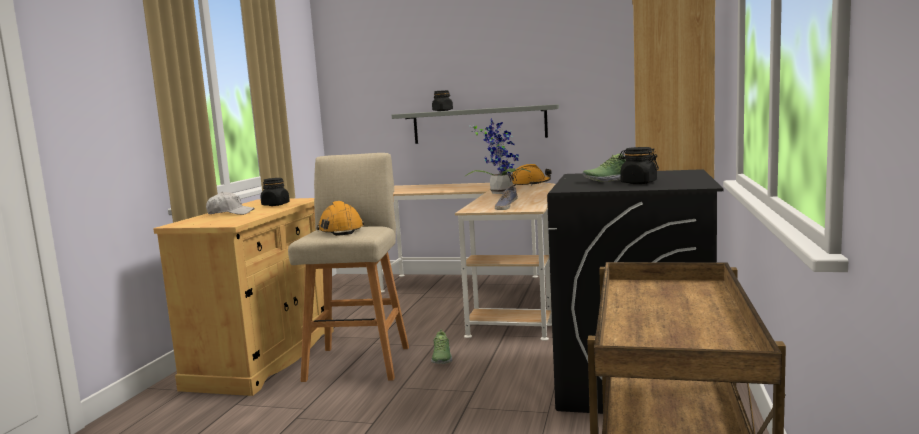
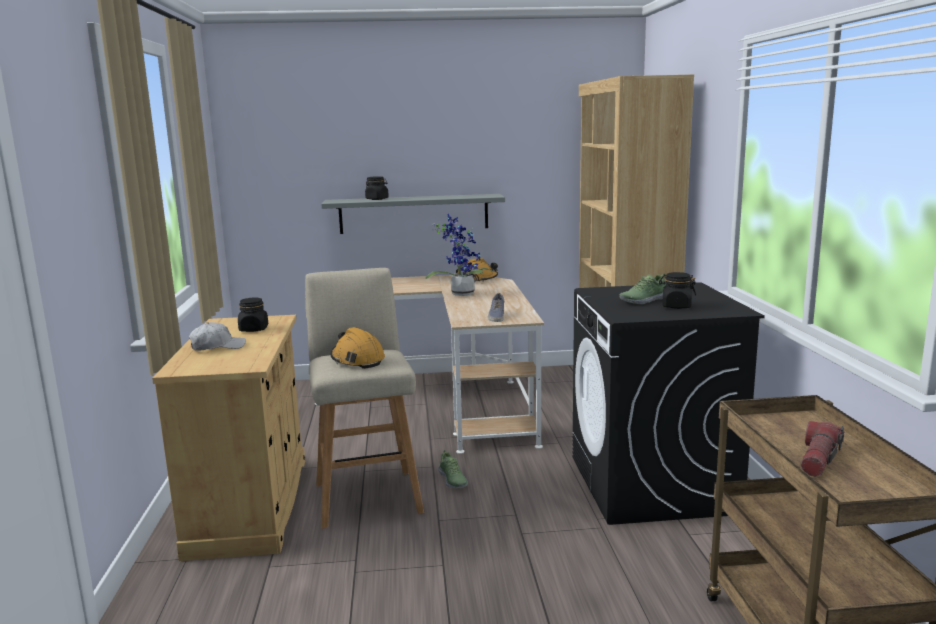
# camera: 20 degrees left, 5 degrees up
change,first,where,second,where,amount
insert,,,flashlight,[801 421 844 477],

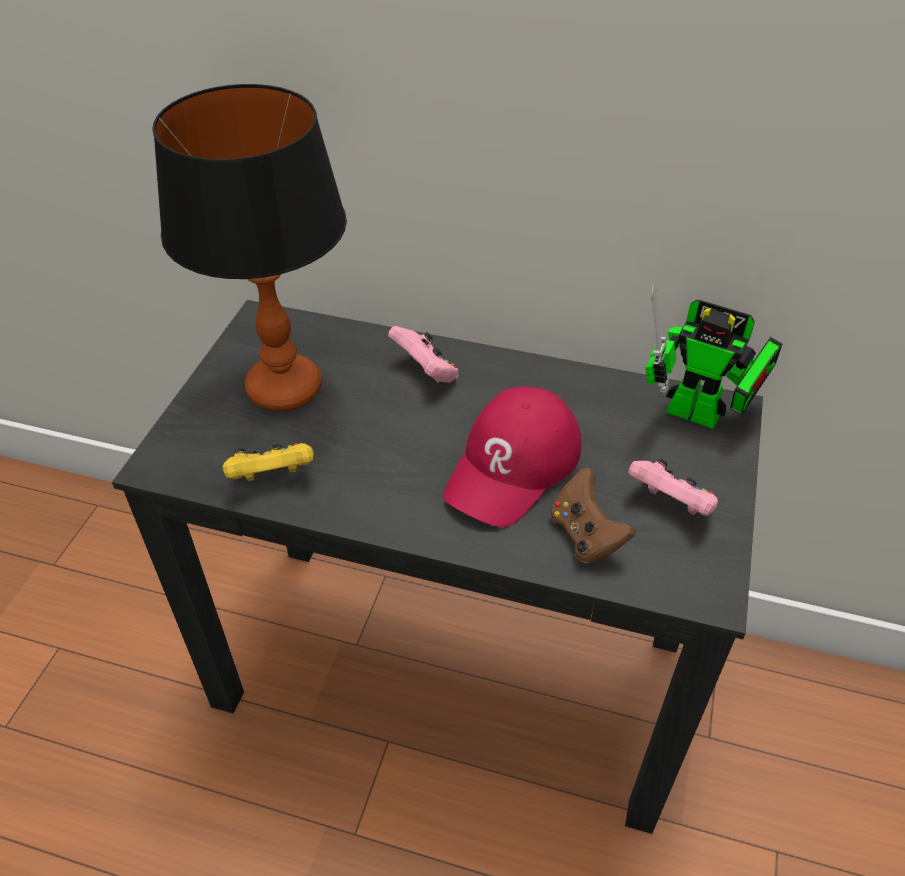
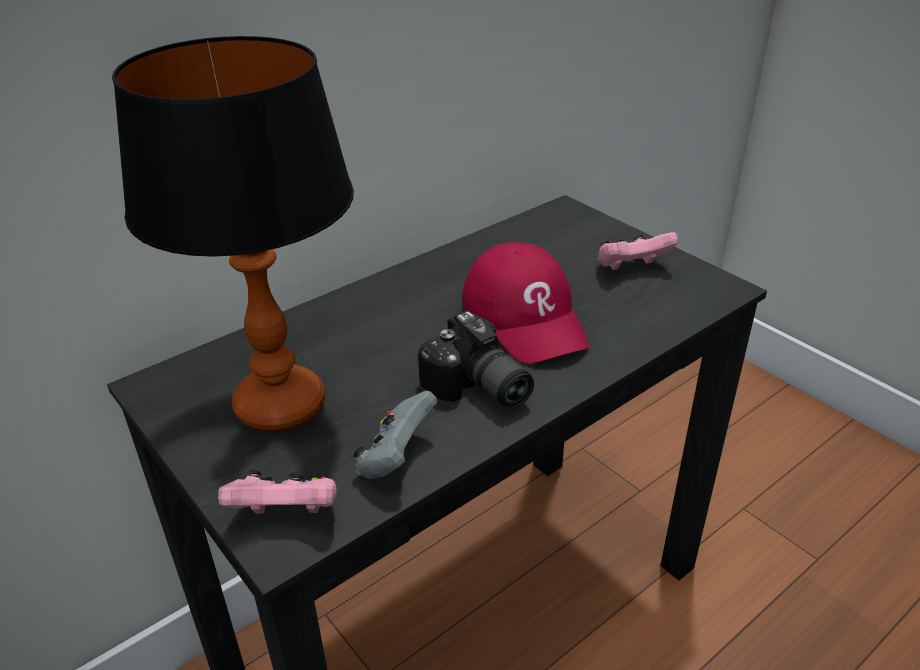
# camera: 55 degrees left, 10 degrees down
change,first,where,second,where,amount
delete,gamepad (brown),[551 468 635 564],,,
delete,toy robot,[646 285 783 429],,,
insert,,,still camera,[418 310 534 409],
move,gamepad (pink),[388 326 459 383],,[218 470 337 514],
recolor,gamepad (yellow-coloured),[222 443 314 481],gamepad (greyish),[353 391 438 479],

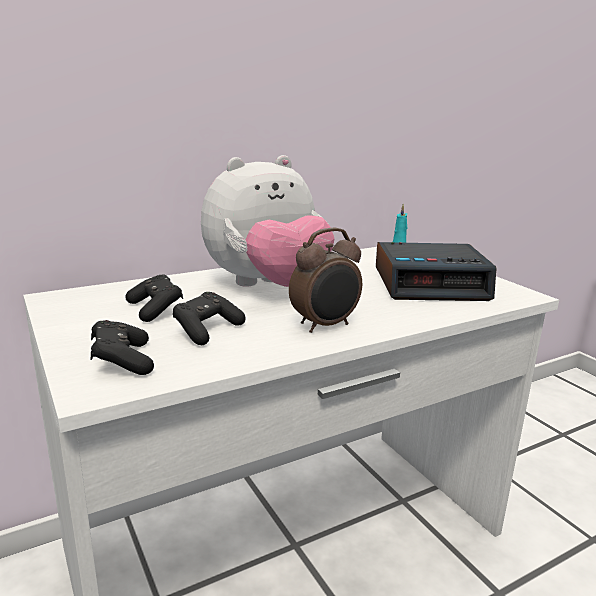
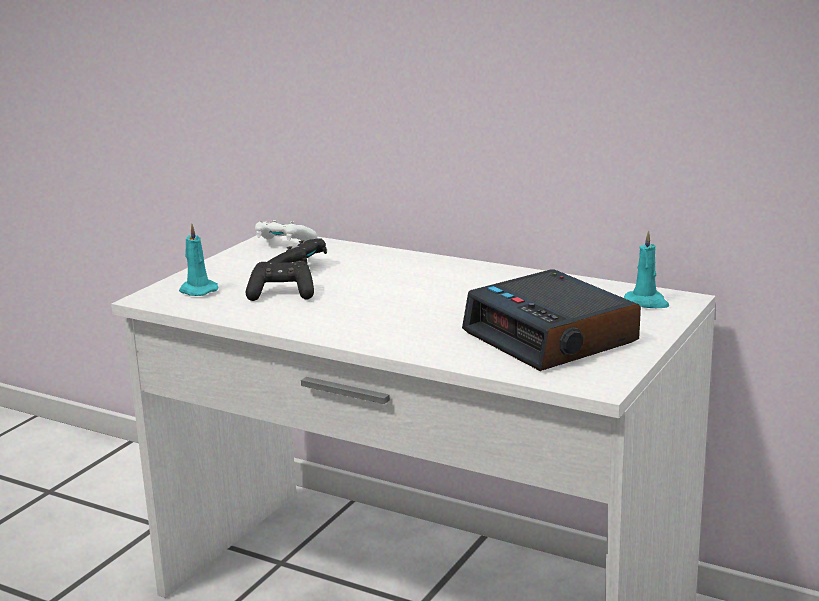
# camera: 60 degrees right, 0 degrees up
change,first,where,second,where,amount
delete,cuddly toy,[201 155 335 287],,,
delete,alarm clock,[289 228 362 333],,,
insert,,,gamepad (whitish),[255 220 317 242],
replace,gamepad (black-coloured),[90 320 154 375],wax light (turquoise),[179 223 218 296],

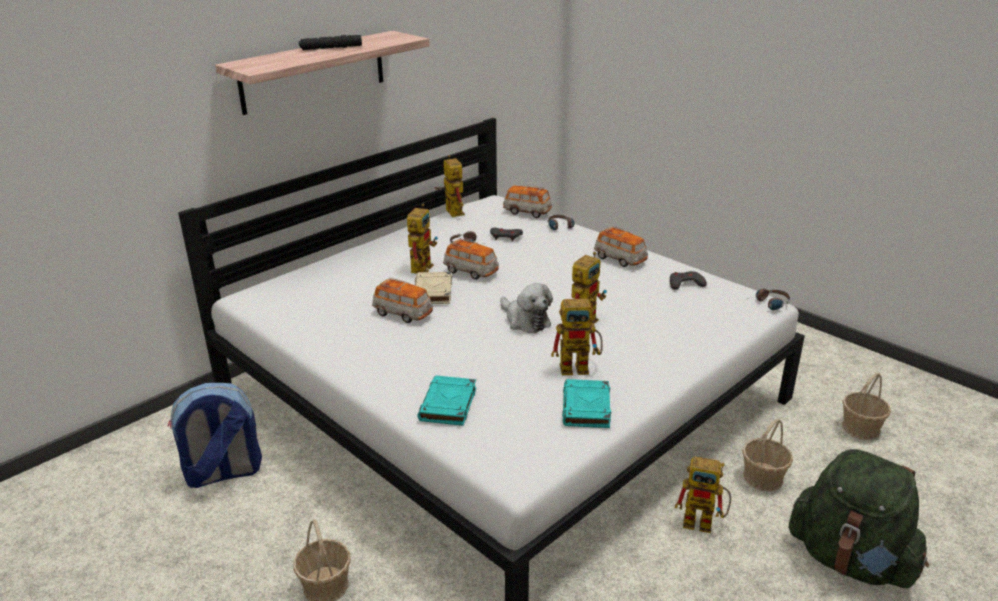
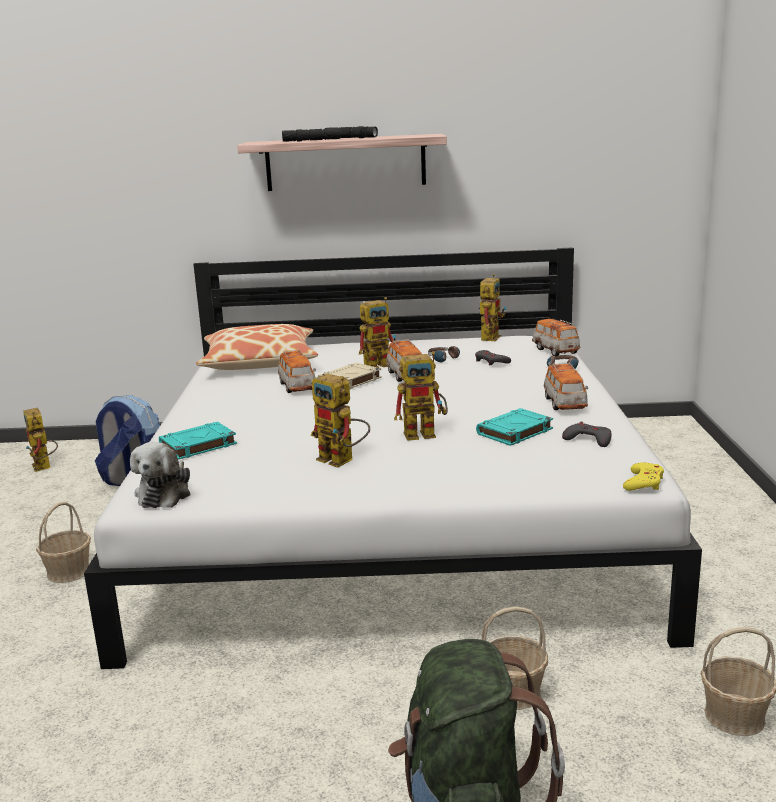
# camera: 45 degrees right, 10 degrees down
change,first,where,second,where,amount
insert,,,cushion,[196 324 318 370],
insert,,,flashlight (black-coloured),[282 128 343 142],
move,cuddly toy,[500 283 553 333],,[130 442 190 508],
move,book (turquoise),[562 379 611 428],,[476 408 553 446],
move,toy robot,[675 456 731 533],,[23 408 58 472],
replace,headphones,[747 289 790 310],gamepad (yellow-coloured),[623 462 664 491],

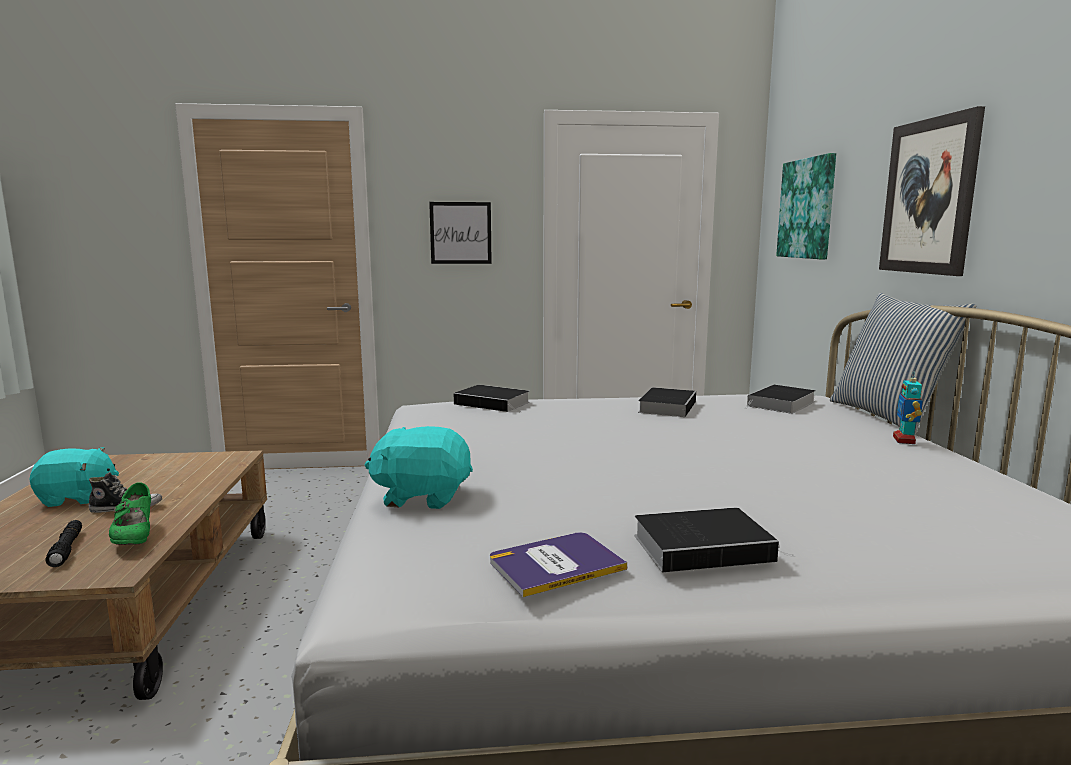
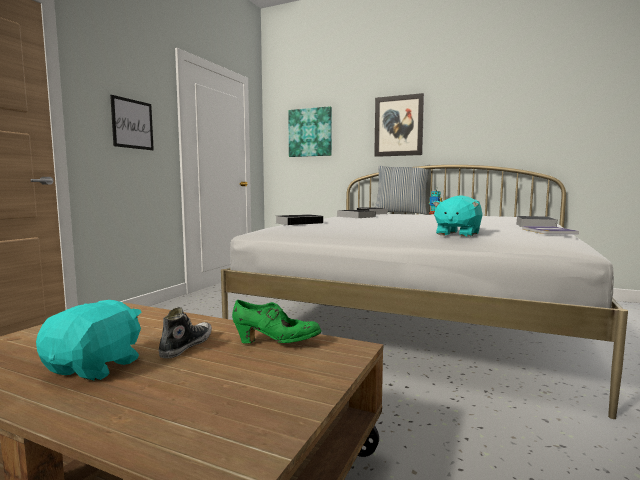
# camera: 60 degrees left, 5 degrees down
change,first,where,second,where,amount
delete,flashlight (black-coloured),[45 520 82 567],,,

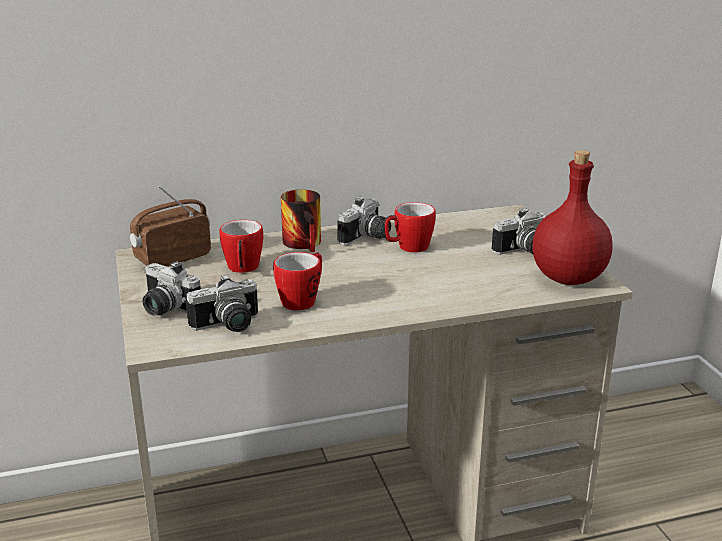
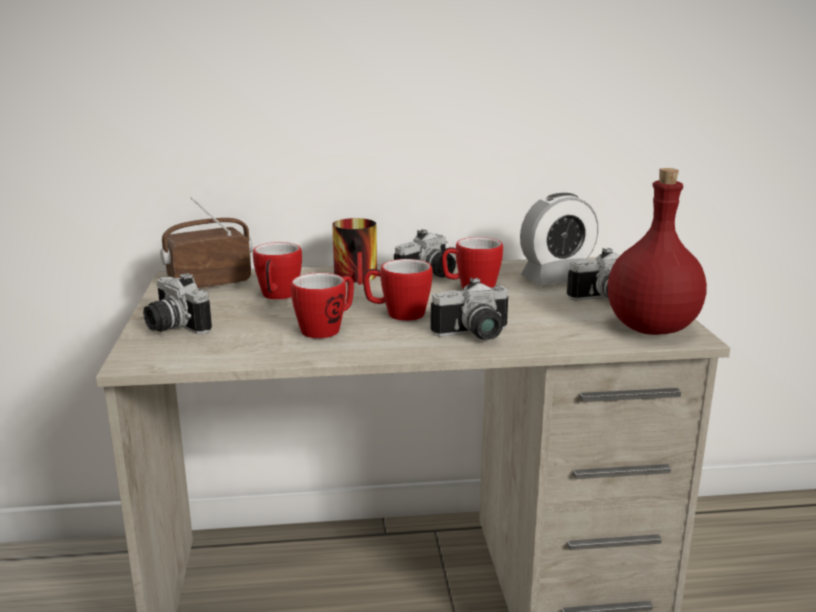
# camera: 10 degrees right, 5 degrees down
change,first,where,second,where,amount
insert,,,coffee mug,[363 259 432 321],
insert,,,alarm clock,[520 193 598 285],
move,still camera,[186 274 258 332],,[430 277 509 340],

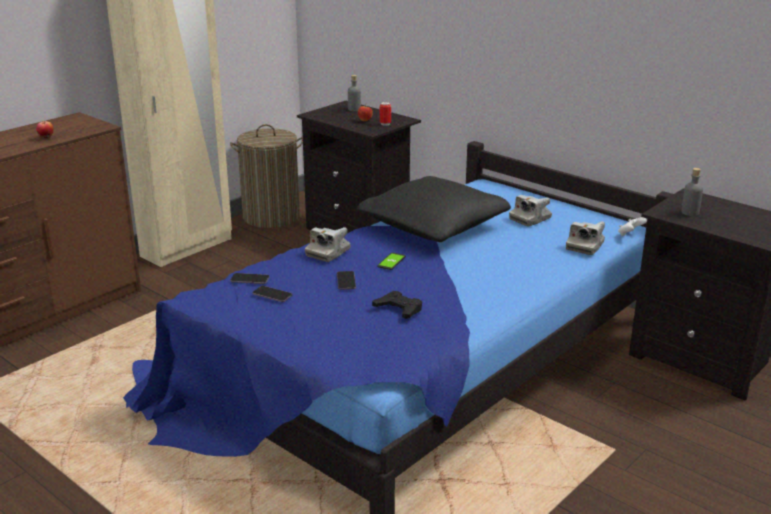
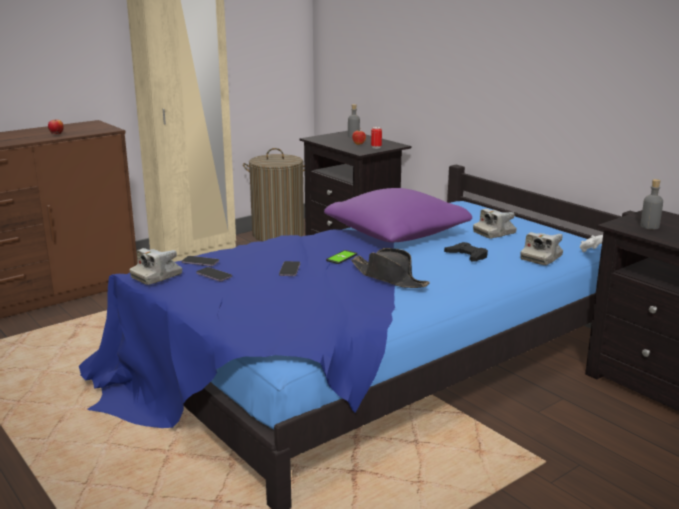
# camera: 10 degrees right, 5 degrees down
change,first,where,second,where,amount
insert,,,clothing hat (black-coloured),[351 248 430 288],
move,still camera,[305 227 351 262],,[129 248 182 285],
move,gamepad (black-coloured),[372 291 422 319],,[444 242 488 262],
recolor,cushion (black-coloured),[357 176 511 242],cushion (purplish),[324 188 472 242],

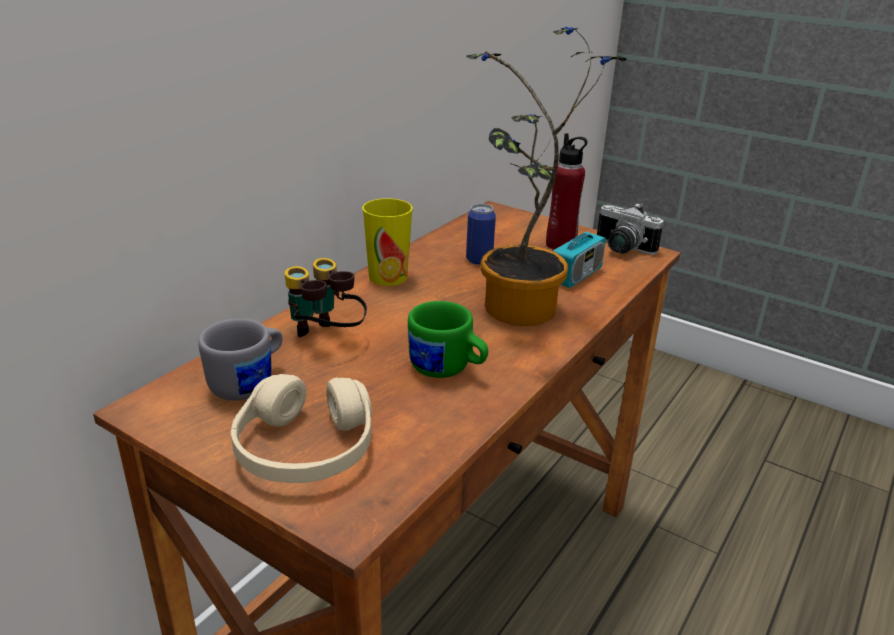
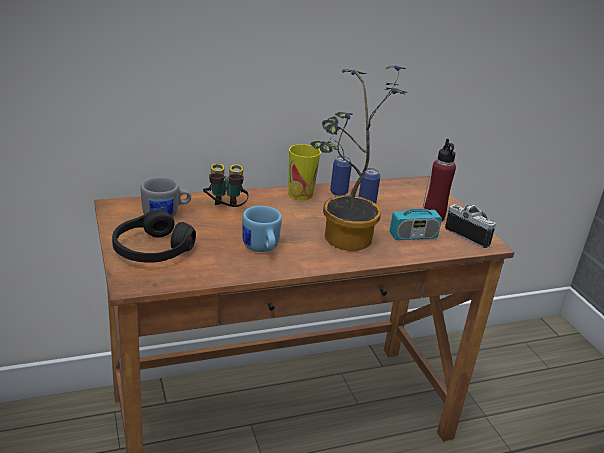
# camera: 35 degrees right, 0 degrees up
change,first,where,second,where,amount
insert,,,sealed can,[330 155 352 196],
recolor,headphones (sand-coloured),[231 374 372 483],headphones (black-coloured),[112 210 196 263],
recolor,coffee mug (greenish),[408 301 488 378],coffee mug (blue-coloured),[242 206 282 252],
rotate,still camera,[597 203 664 255],,[445 204 496 248],150 degrees clockwise

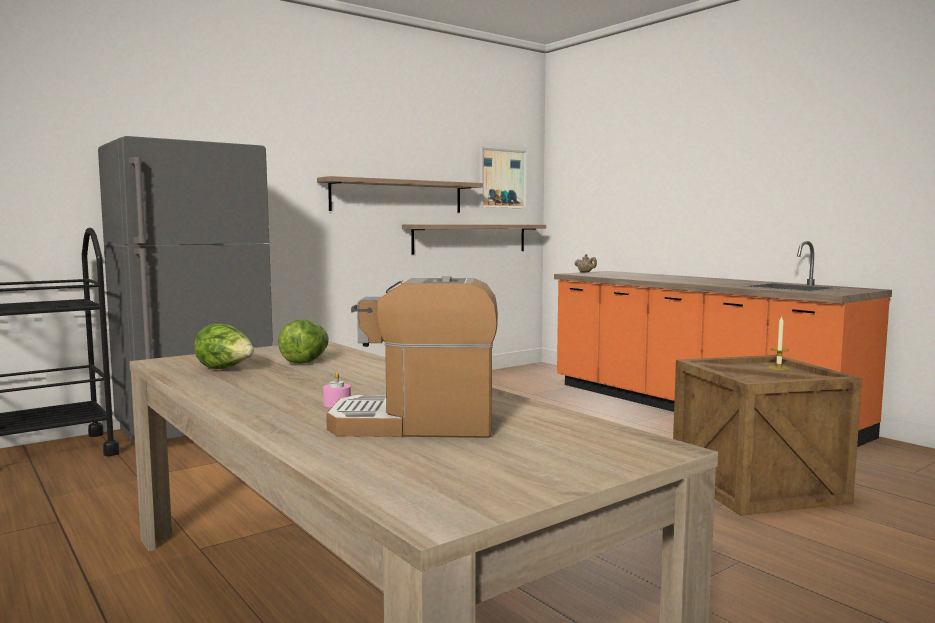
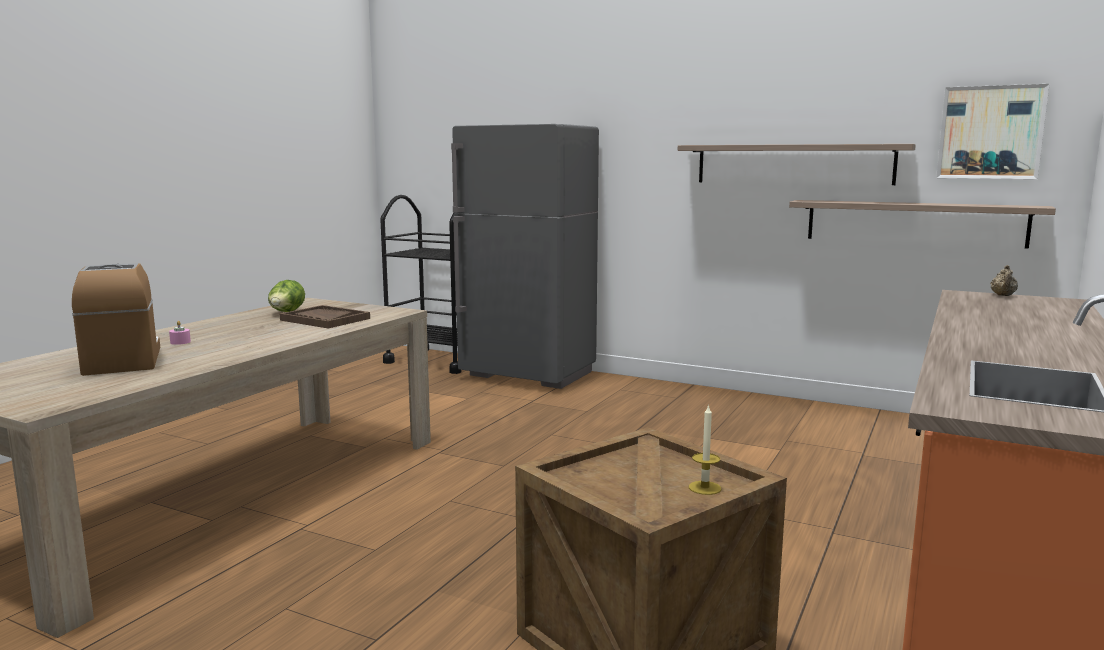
# camera: 65 degrees right, 5 degrees up
change,first,where,second,where,amount
replace,lettuce,[278 320 329 364],serving tray (brown),[280 305 370 328],

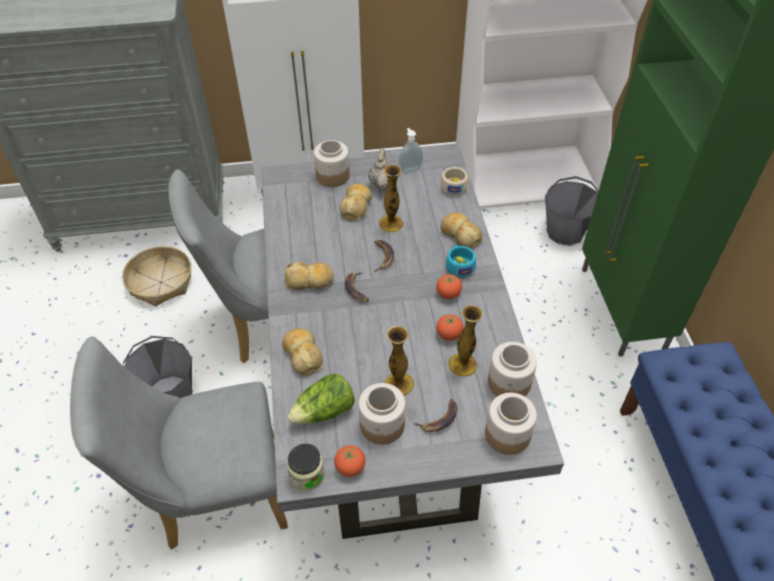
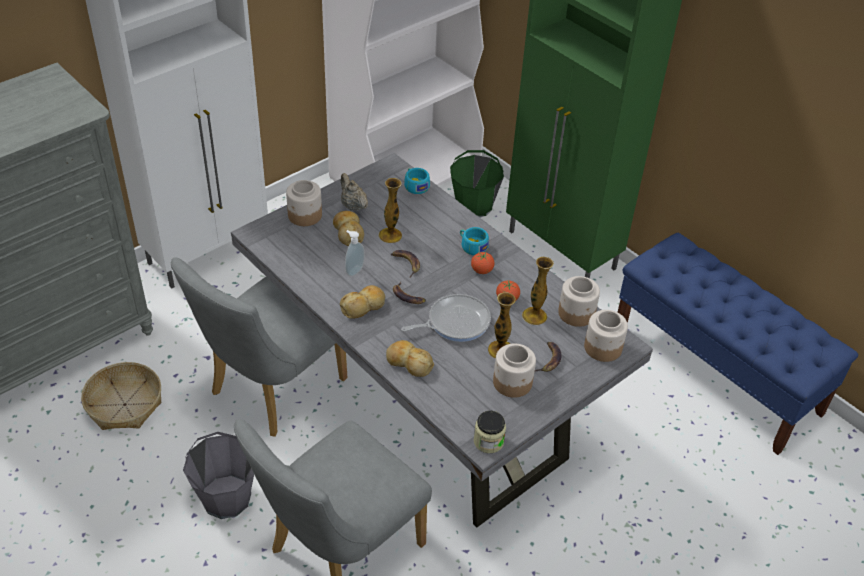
# camera: 35 degrees left, 5 degrees down
change,first,where,second,where,amount
delete,lettuce,[288 374 355 424],,,
delete,whole tomato,[334 445 365 477],,,
delete,bread,[441 213 483 249],,,
insert,,,skillet,[401 294 491 342],
move,liquid soap bottle,[399 128 423 174],,[345 230 365 276],
recolor,drinking cup (sand-coloured),[441 166 468 195],drinking cup (turquoise),[404 168 430 194],
recolor,bucket (greyish),[545 176 599 246],bucket (greenish),[450 150 504 217],

